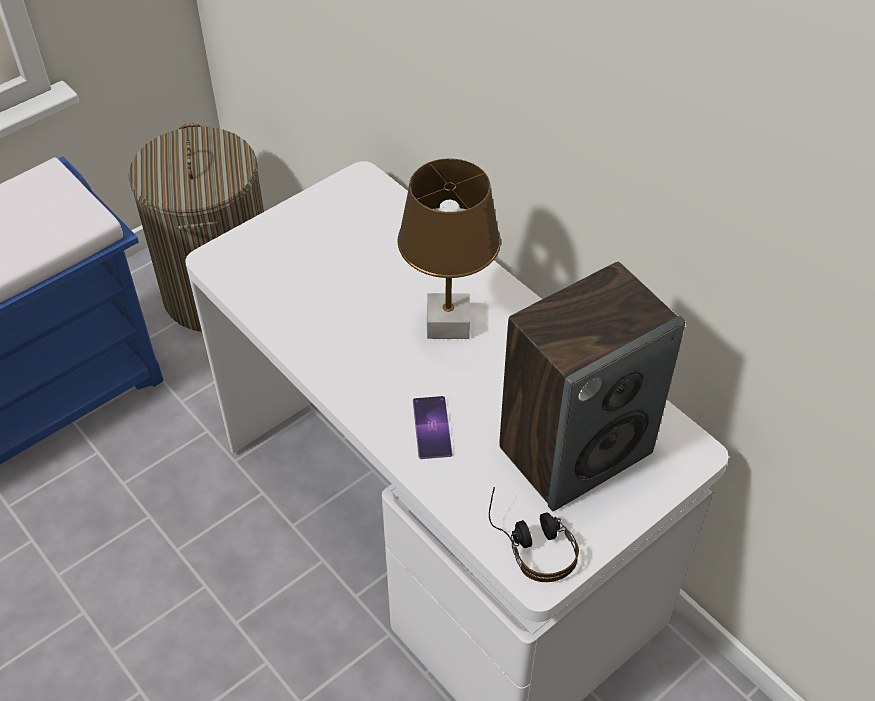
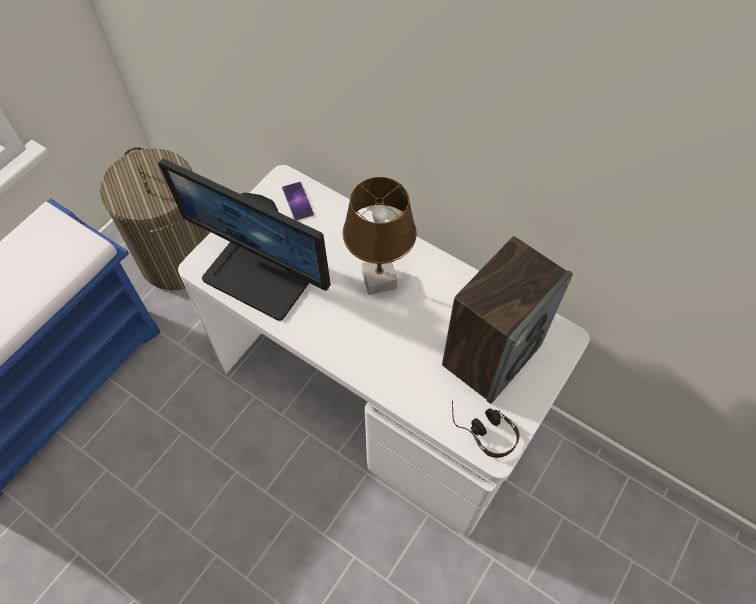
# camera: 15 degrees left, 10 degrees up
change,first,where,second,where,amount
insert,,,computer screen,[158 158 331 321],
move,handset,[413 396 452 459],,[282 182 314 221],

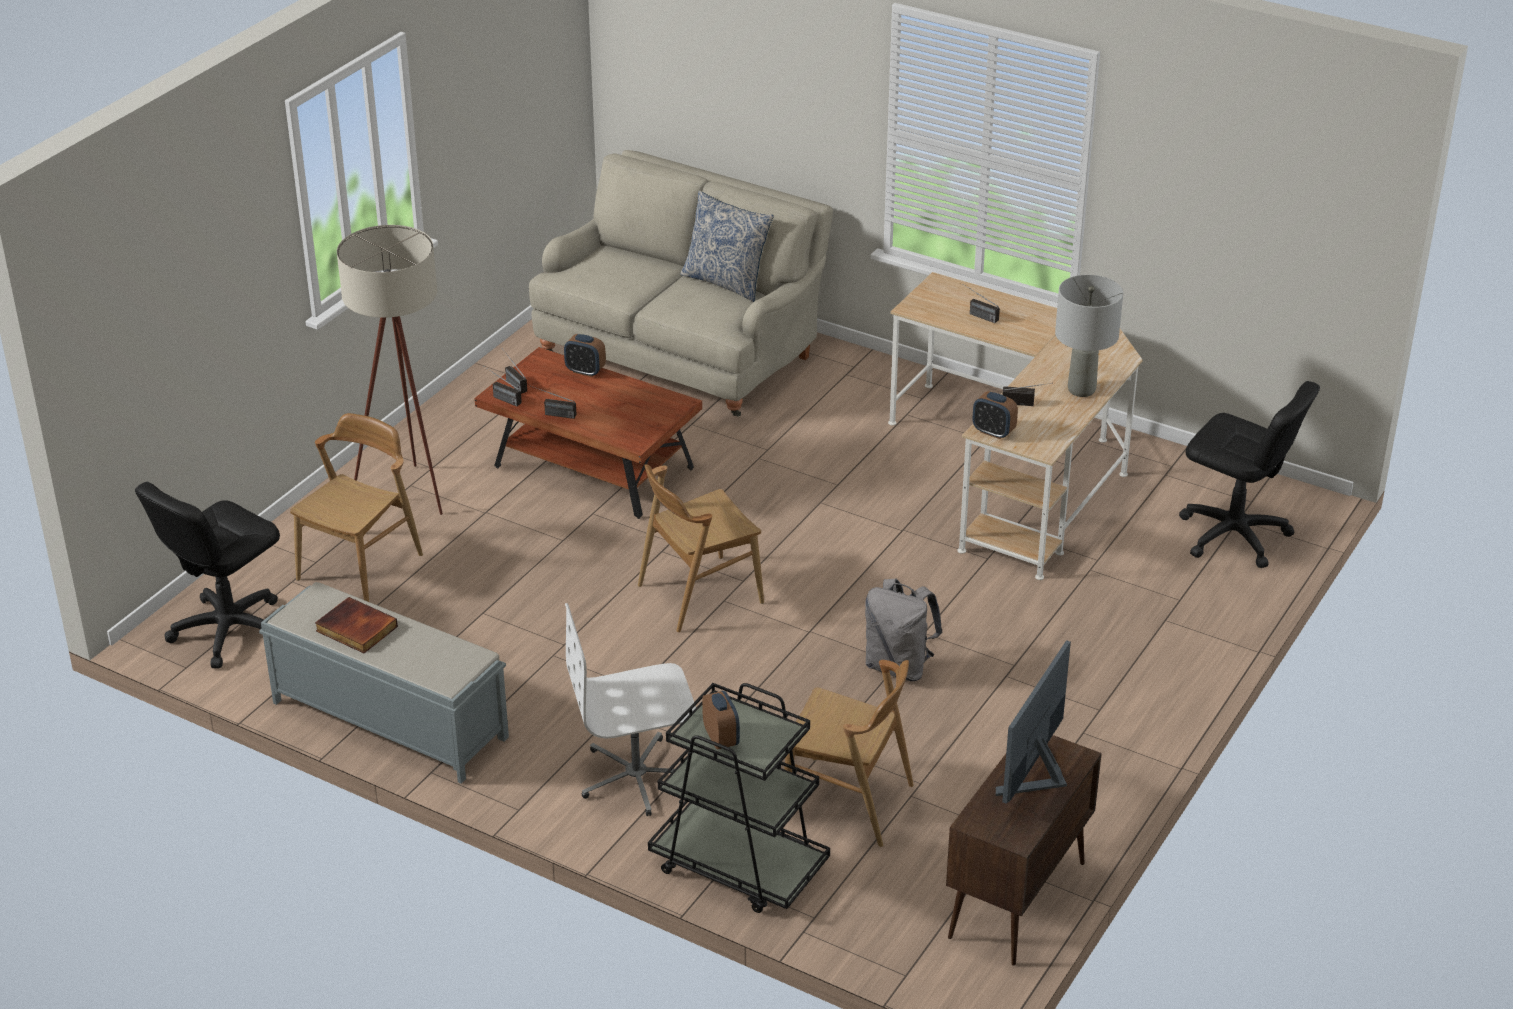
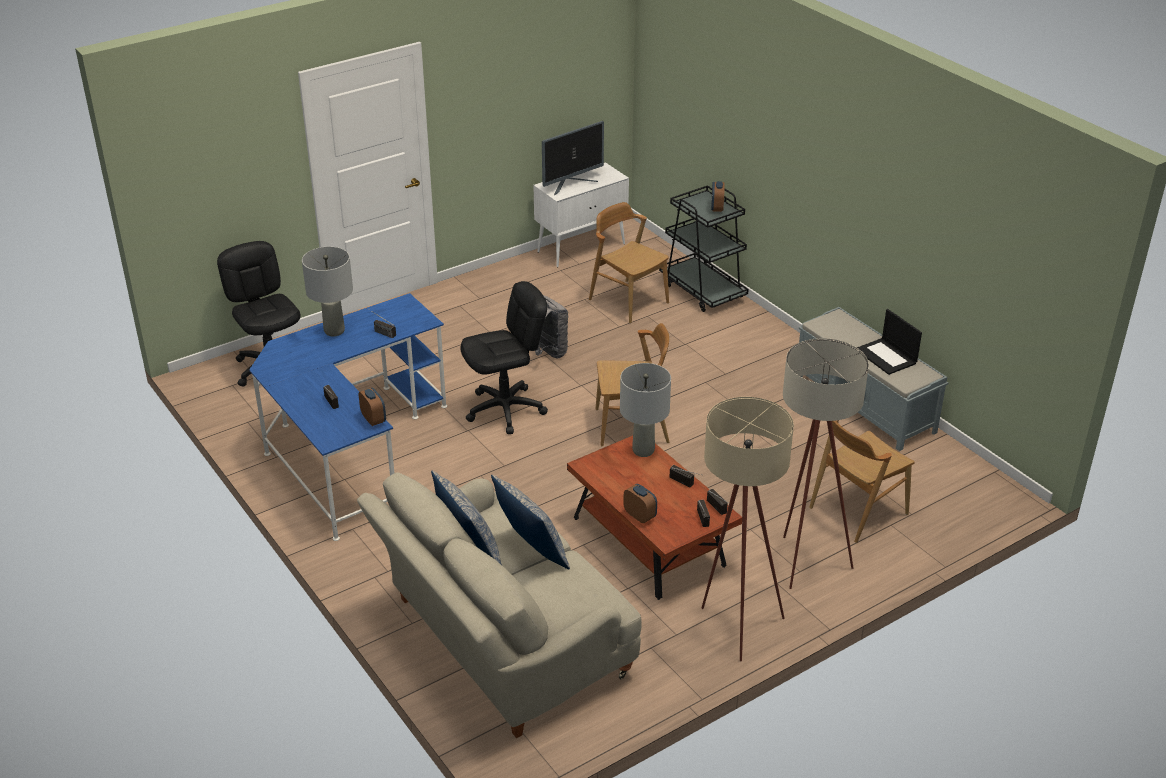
# camera: 155 degrees left, 0 degrees up
change,first,where,second,where,amount
delete,computer chair (whitish),[565 603 696 816],,,
insert,,,cushion,[491 475 570 569],
insert,,,table lamp (greyish),[620 363 671 457],
insert,,,floor lamp (sand-coloured),[702 397 794 661],
move,computer chair (black-coloured),[135 482 280 668],,[460 281 548 434],
move,alarm clock,[972 391 1018 439],,[359 388 386 426],
replace,book,[315 597 398 653],portable computer,[857 309 922 375],
recolor,desk unit (sand-coloured),[888 272 1143 580],desk unit (blue-coloured),[249 293 447 541],
recolor,storage cabinet (brown),[946 735 1102 966],storage cabinet (whitish),[533 162 629 267],

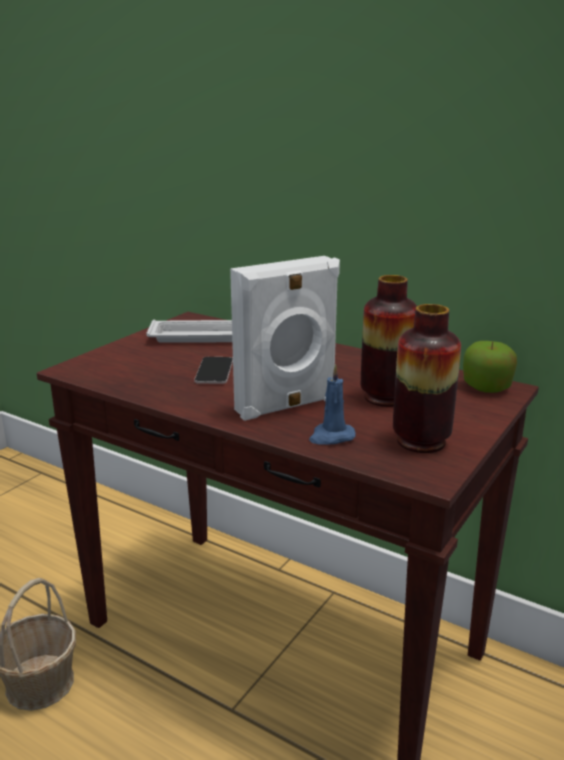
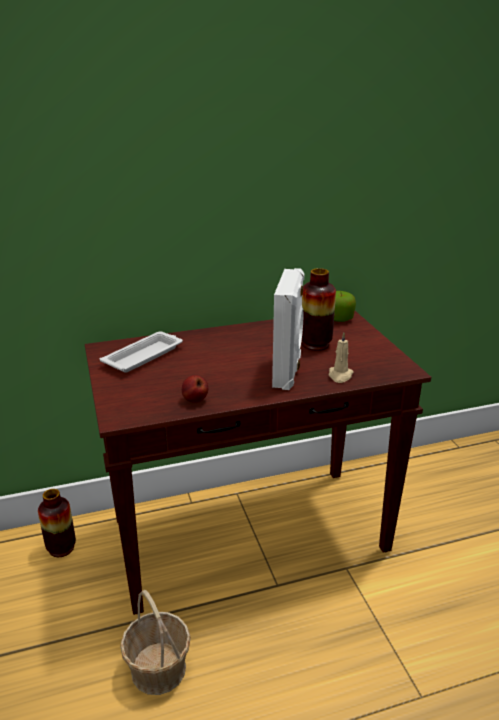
# camera: 50 degrees left, 5 degrees up
change,first,where,second,where,amount
delete,handset,[194 357 233 384],,,
insert,,,whole apple,[182 375 208 402],
move,decorative vase,[393 304 461 453],,[38 489 76 557],
recolor,wax light (blue-coloured),[309 364 356 445],wax light (sand-coloured),[329 332 353 383],

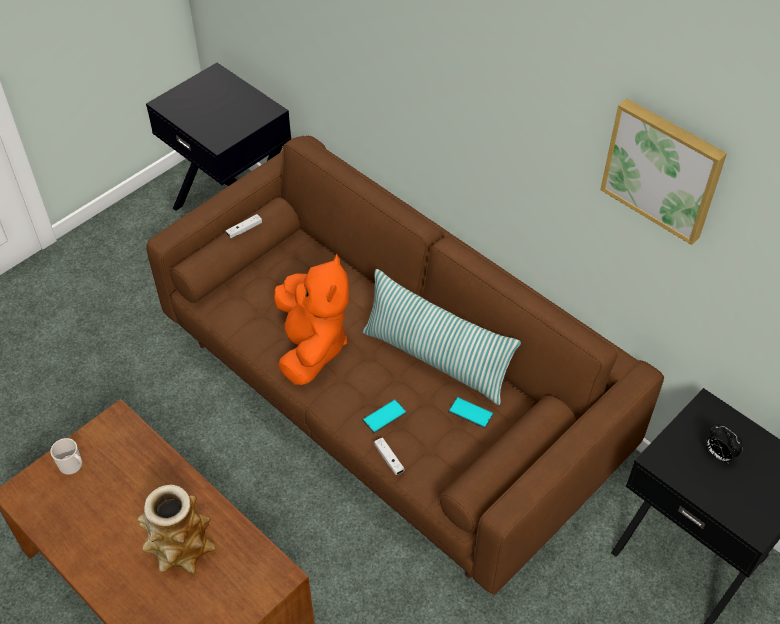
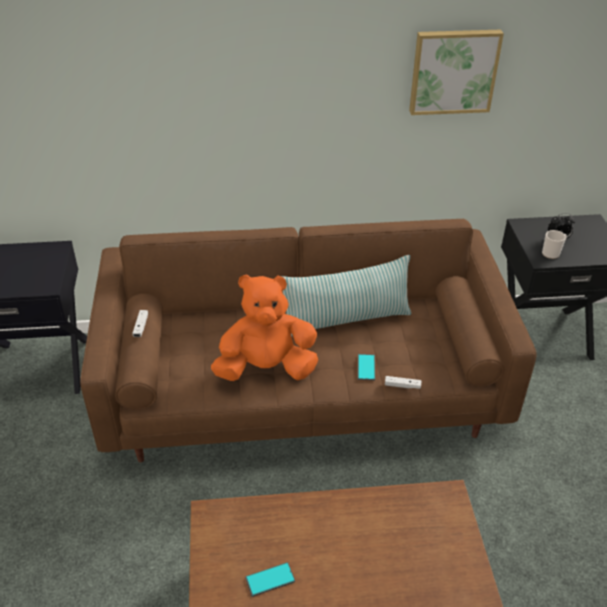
# camera: 50 degrees left, 10 degrees down
change,first,where,second,where,amount
delete,decorative vase,[137 485 216 573],,,
move,coffee mug,[50 438 82 475],,[542 230 567 259],
move,handset,[448 397 494 428],,[245 562 295 597],
rotate,cuddly toy (orangey),[274 253 349 385],,[211 274 318 381],45 degrees counterclockwise

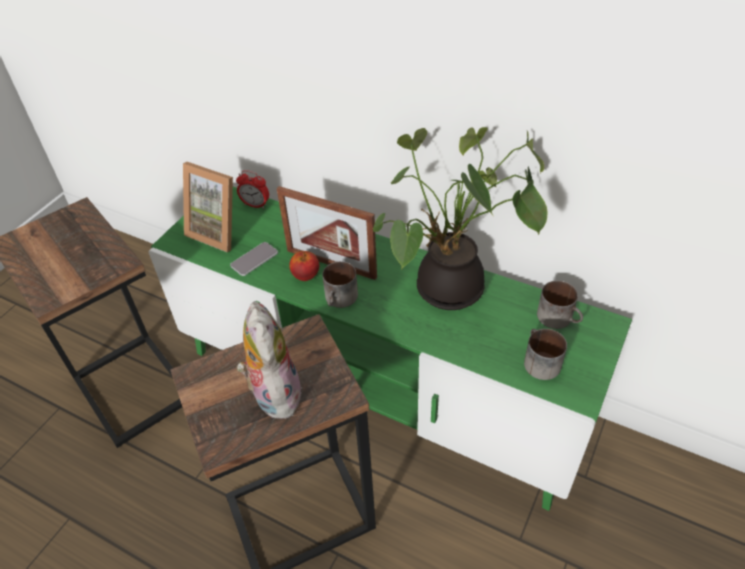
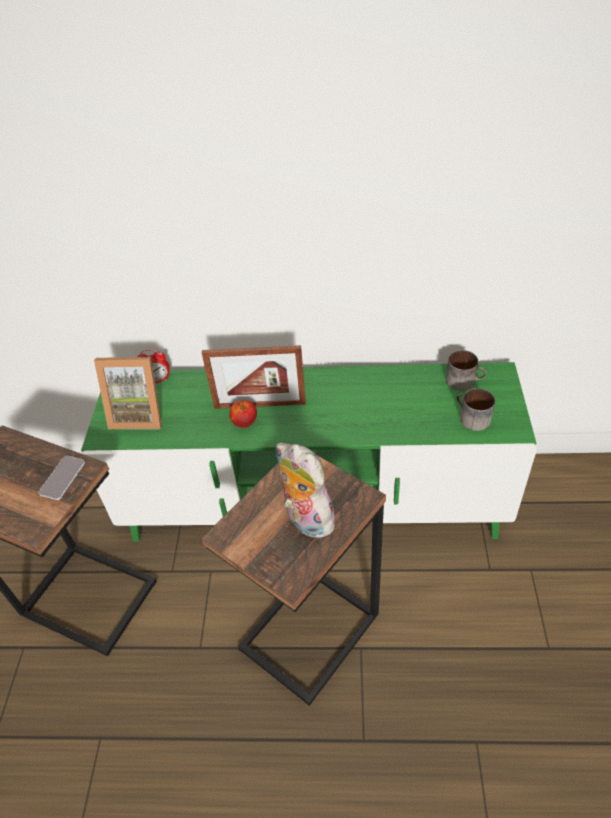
# camera: 25 degrees left, 0 degrees up
change,first,where,second,where,amount
delete,coffee mug,[322 261 358 308],,,
delete,potted plant,[372 127 548 310],,,
move,handset,[230 242 278 276],,[38 456 85 500],

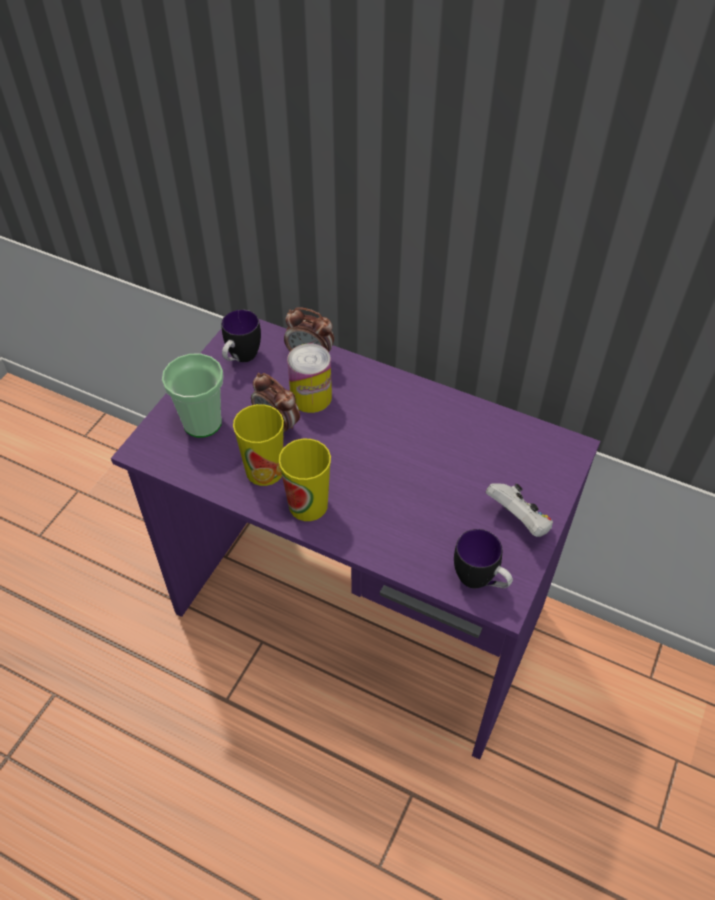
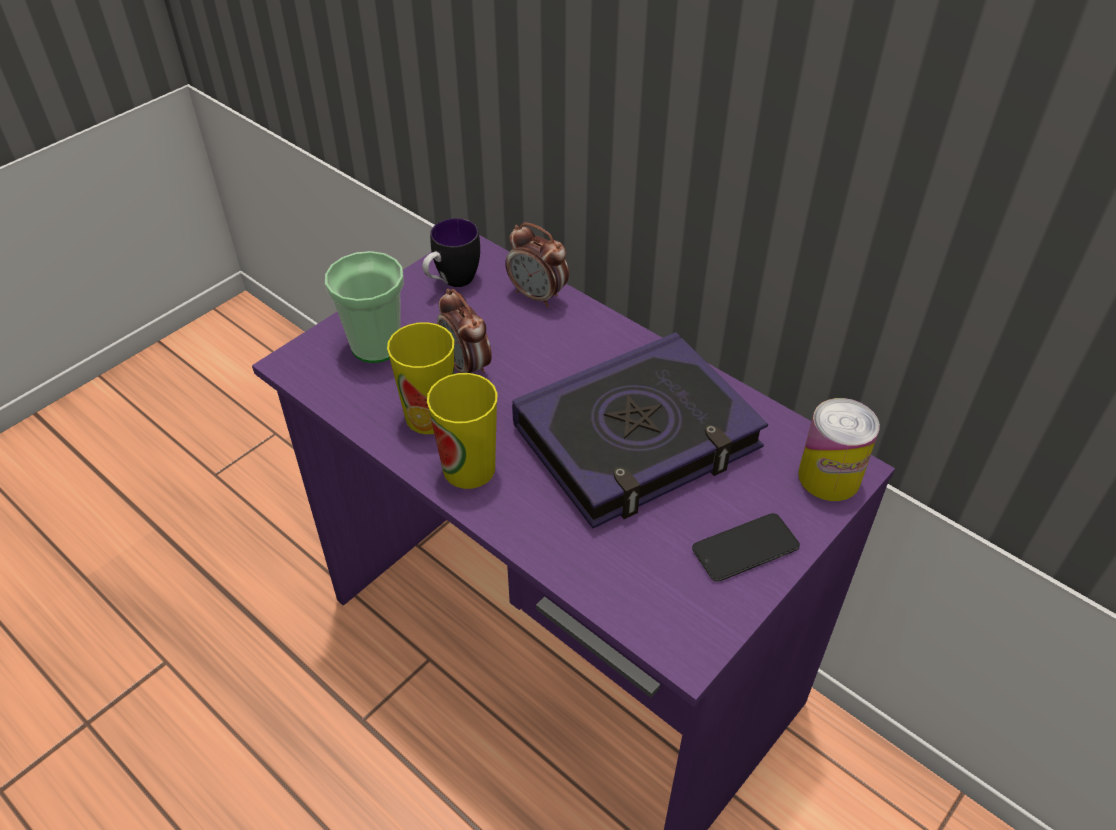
# camera: 15 degrees right, 5 degrees down
change,first,where,second,where,amount
delete,coffee mug,[454 529 513 589],,,
insert,,,book,[512 332 768 528],
move,sealed can,[287 344 332 413],,[798 398 880 501],
replace,gamepad (whitish),[486 483 553 537],handset,[692 513 800 582],

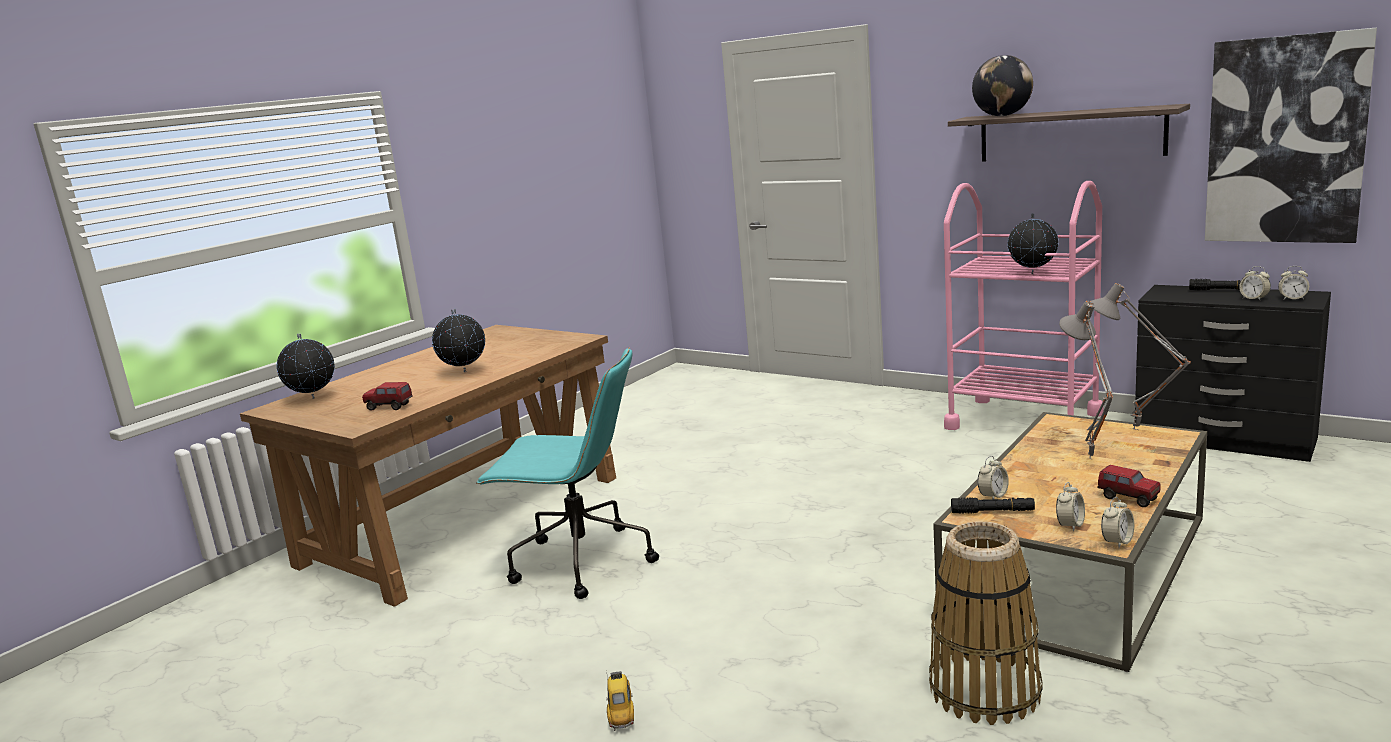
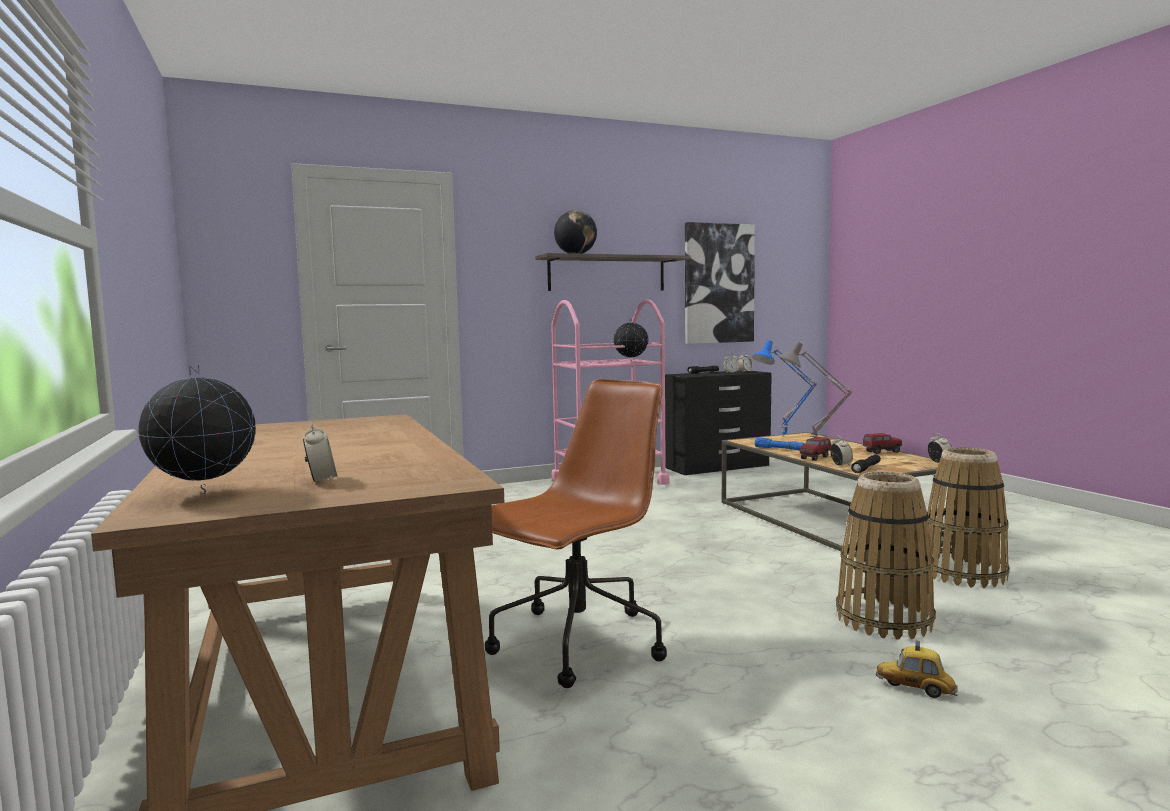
# camera: 60 degrees left, 10 degrees down
change,first,where,second,where,amount
delete,world globe,[432 308 485 372],,,
insert,,,flashlight (blue-coloured),[755 438 805 450],
insert,,,household basket,[836 472 936 640],
move,toy lorry,[362 382 413 411],,[800 437 831 461],
move,alarm clock,[1056 482 1085 531],,[303 421 338 483],
recolor,computer chair (turquoise),[476 347 659 599],computer chair (brown),[485 379 667 688],
recolor,table lamp (greyish),[1091 283 1191 430],table lamp (blue-coloured),[753 340 817 437],

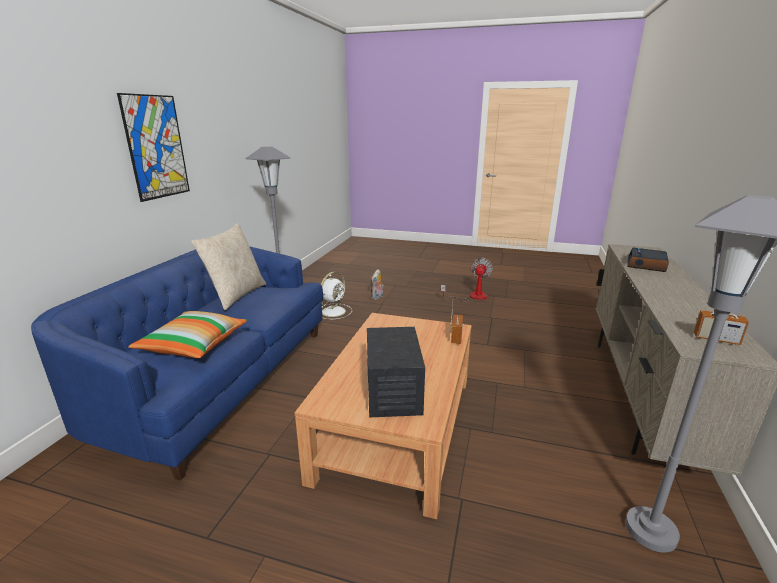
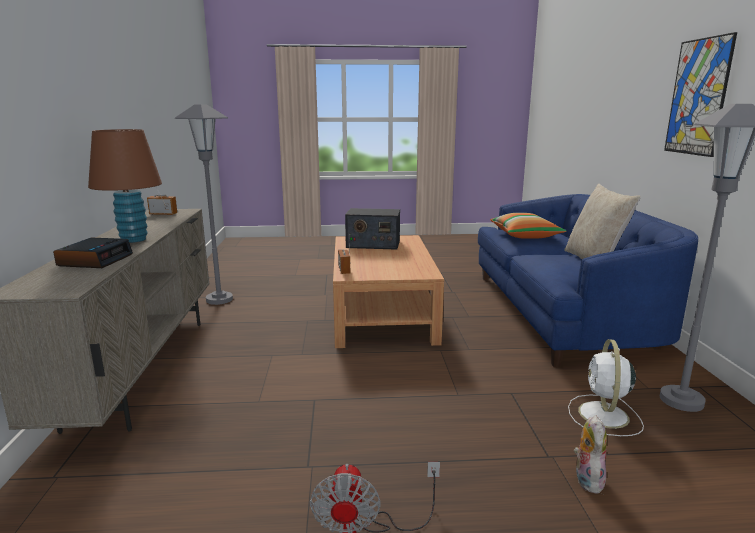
# camera: 160 degrees right, 5 degrees down
change,first,where,second,where,amount
insert,,,table lamp (brown),[88 129 162 243],
rotate,radio,[367 327 425 418],,[345 208 400 250],60 degrees counterclockwise

